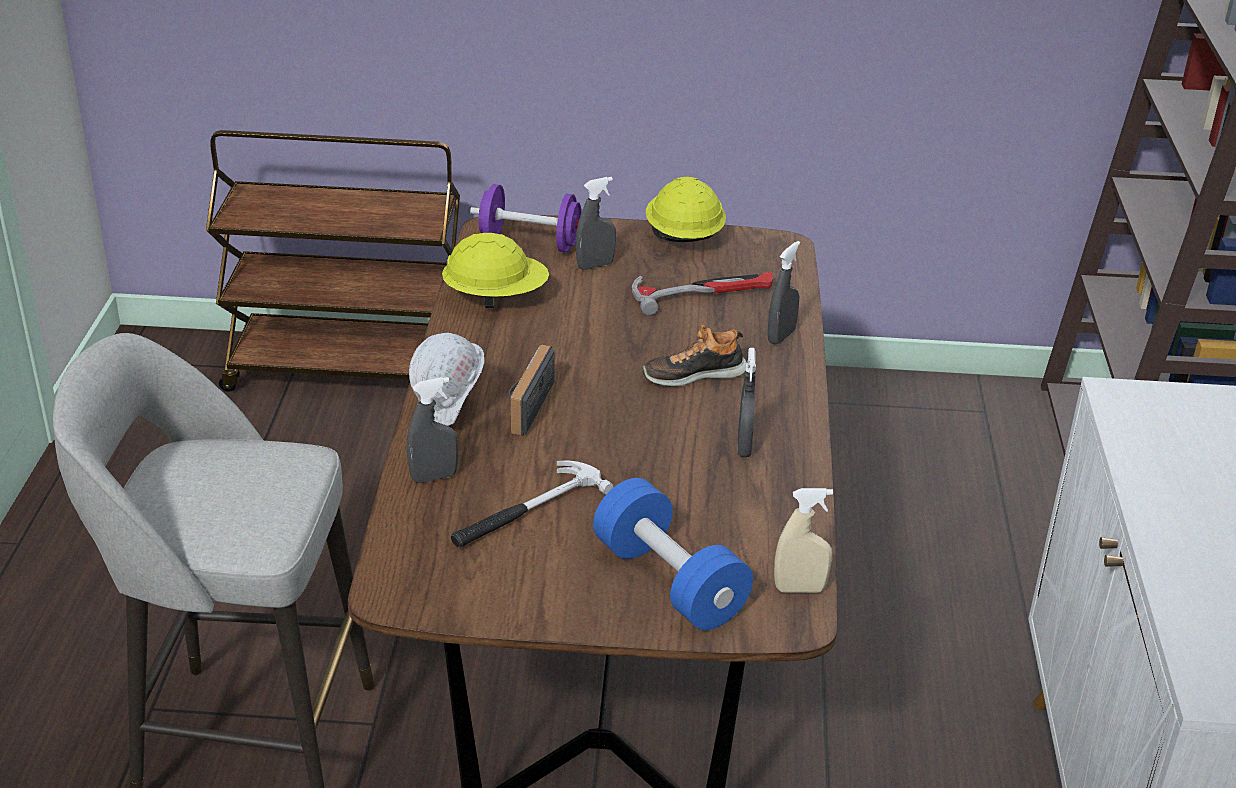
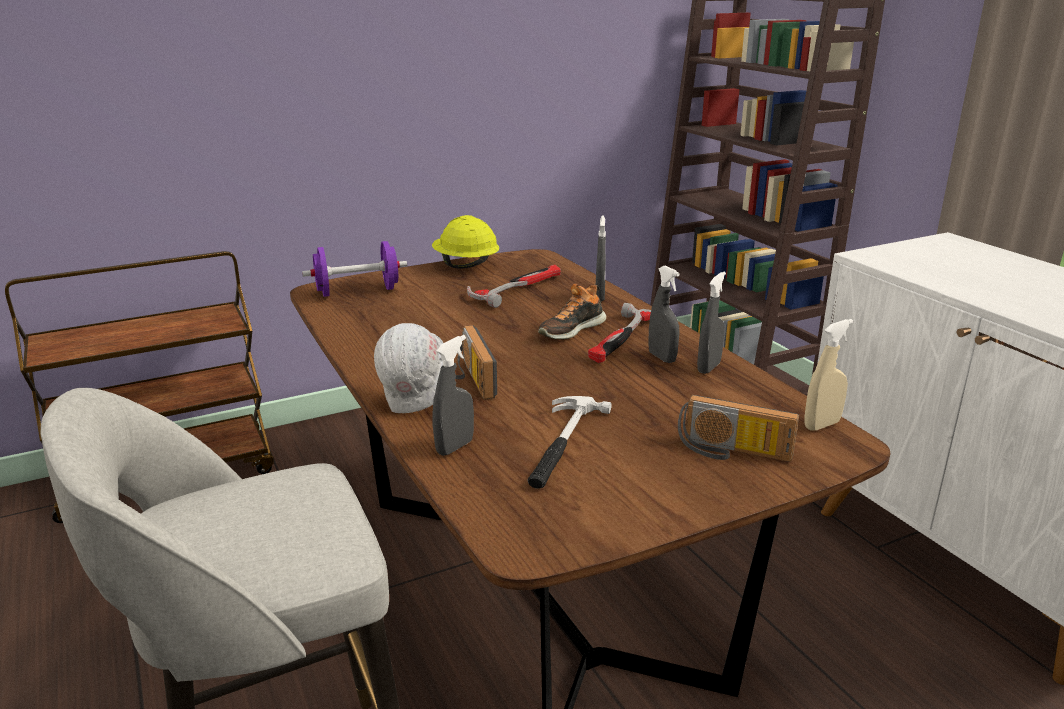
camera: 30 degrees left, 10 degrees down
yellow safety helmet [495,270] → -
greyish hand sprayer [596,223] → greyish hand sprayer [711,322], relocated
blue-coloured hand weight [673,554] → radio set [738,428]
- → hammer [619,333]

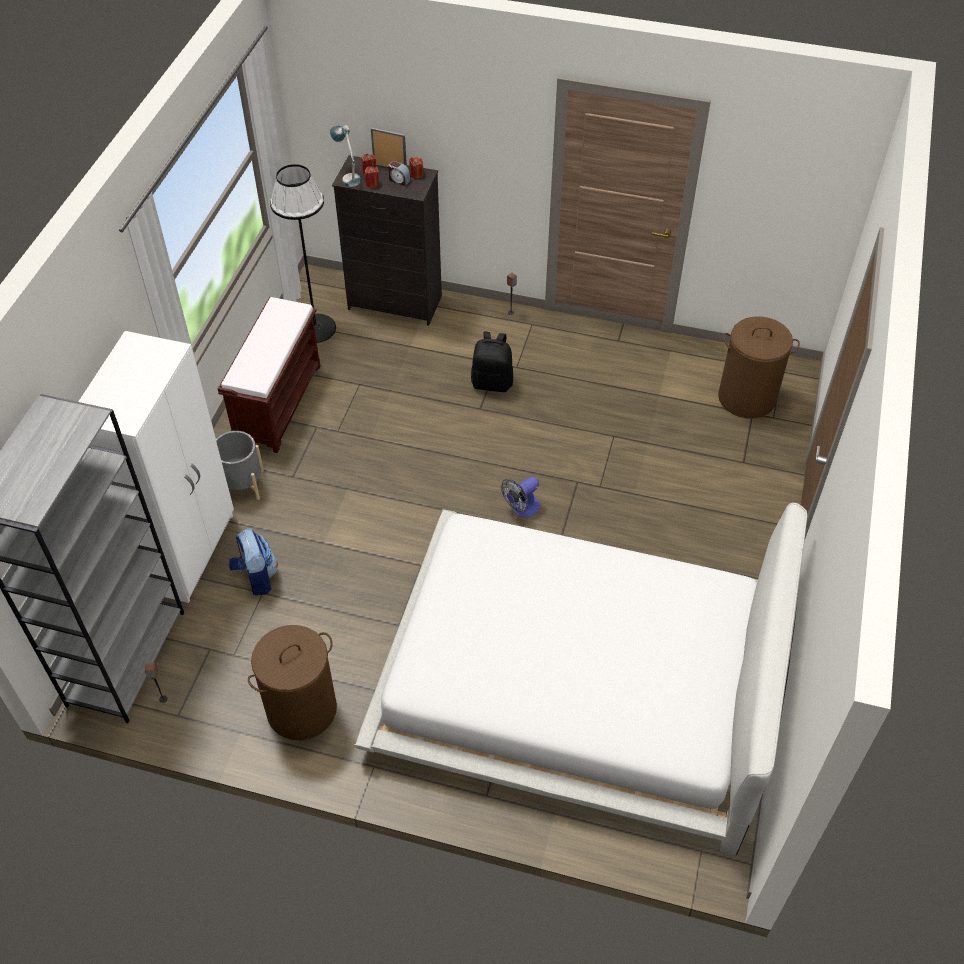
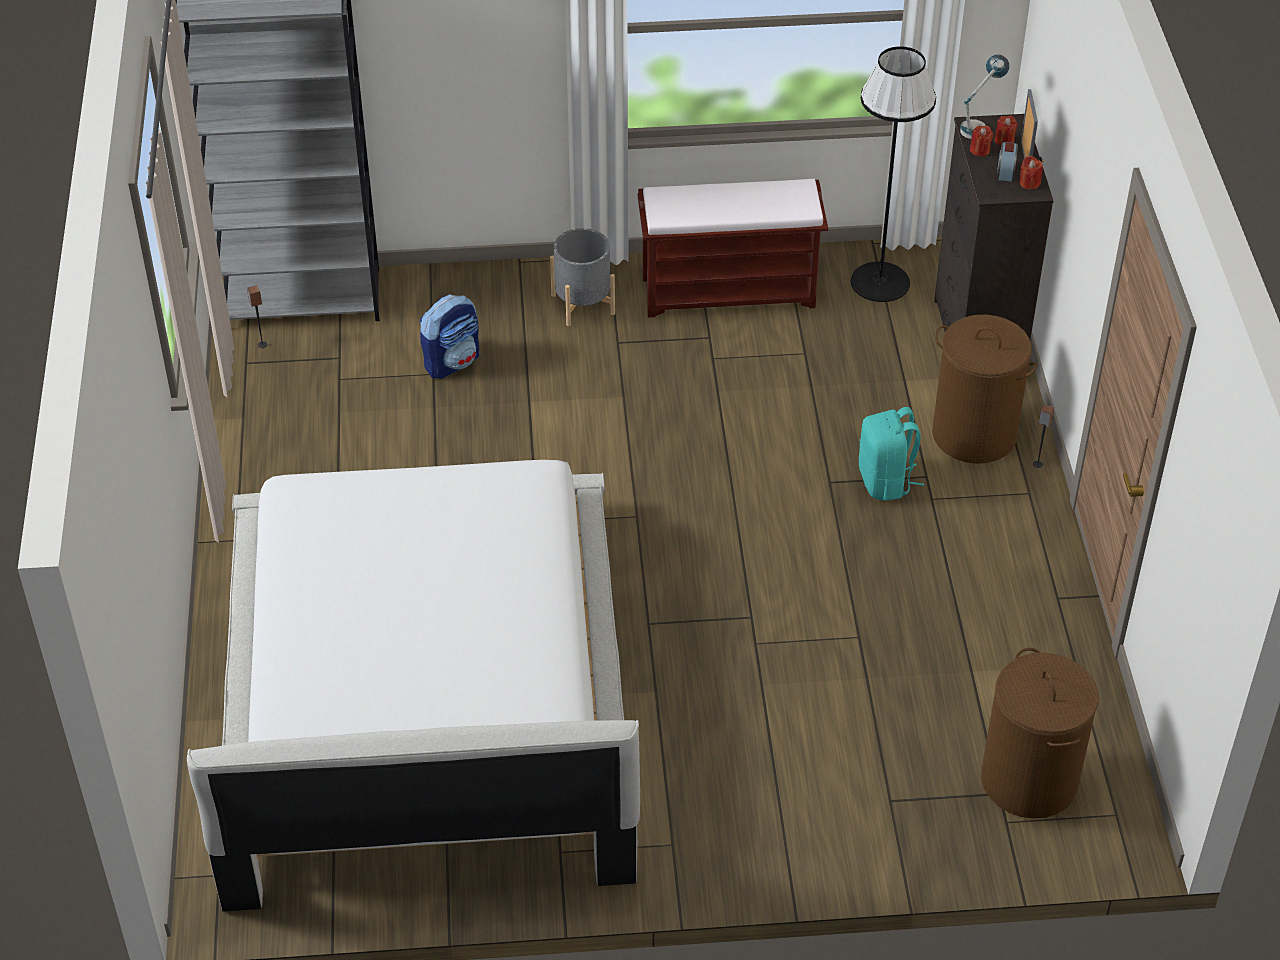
camera: 70 degrees right, 5 degrees down
white clothes cupboard [156,467] → -
brown-coloured washing basket [292,682] → brown-coloured washing basket [984,389], relocated
black knapsack [492,362] → turquoise knapsack [891,453]
electric fan [520,497] → -

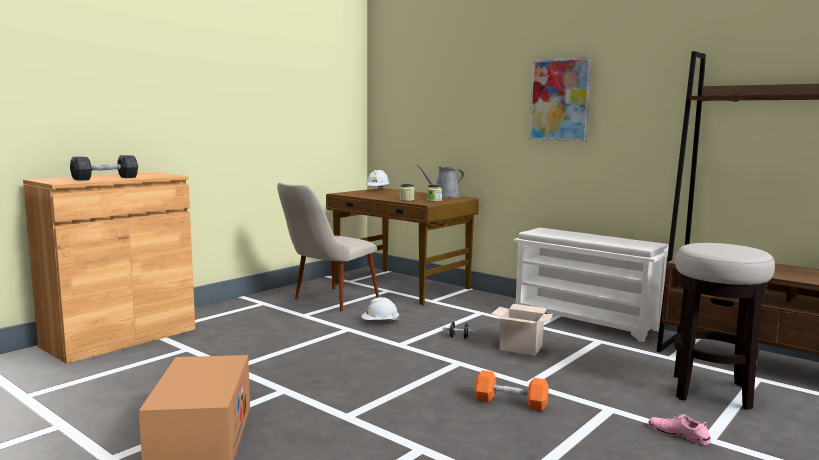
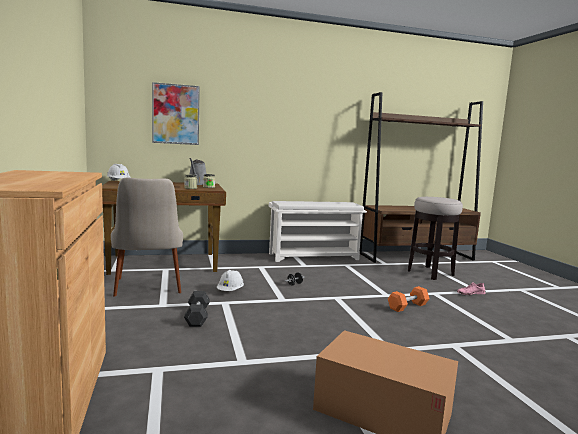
camera: 55 degrees left, 0 degrees up
greyish hand weight [104,168] → greyish hand weight [197,309], relocated
packing box [522,330] → -
picture [560,99] → picture [176,113], relocated

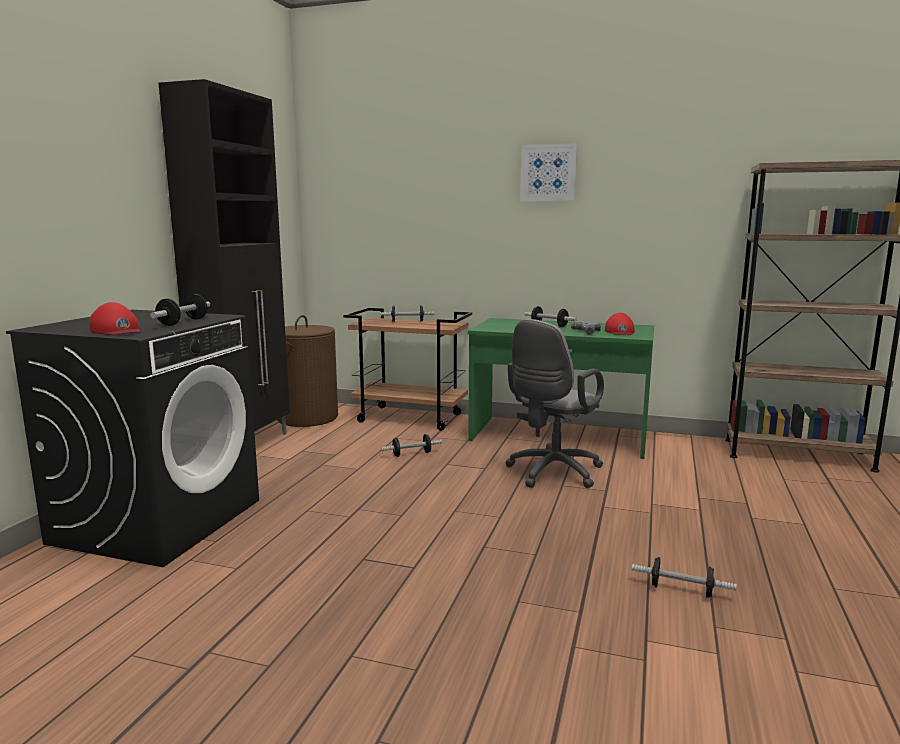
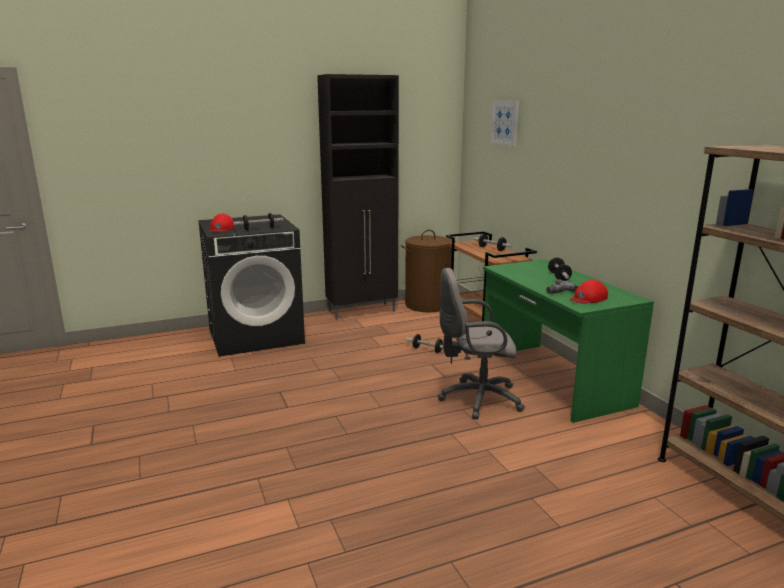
camera: 50 degrees right, 5 degrees up
picture [548,172] → picture [505,123], relocated
hand weight [684,577] → -

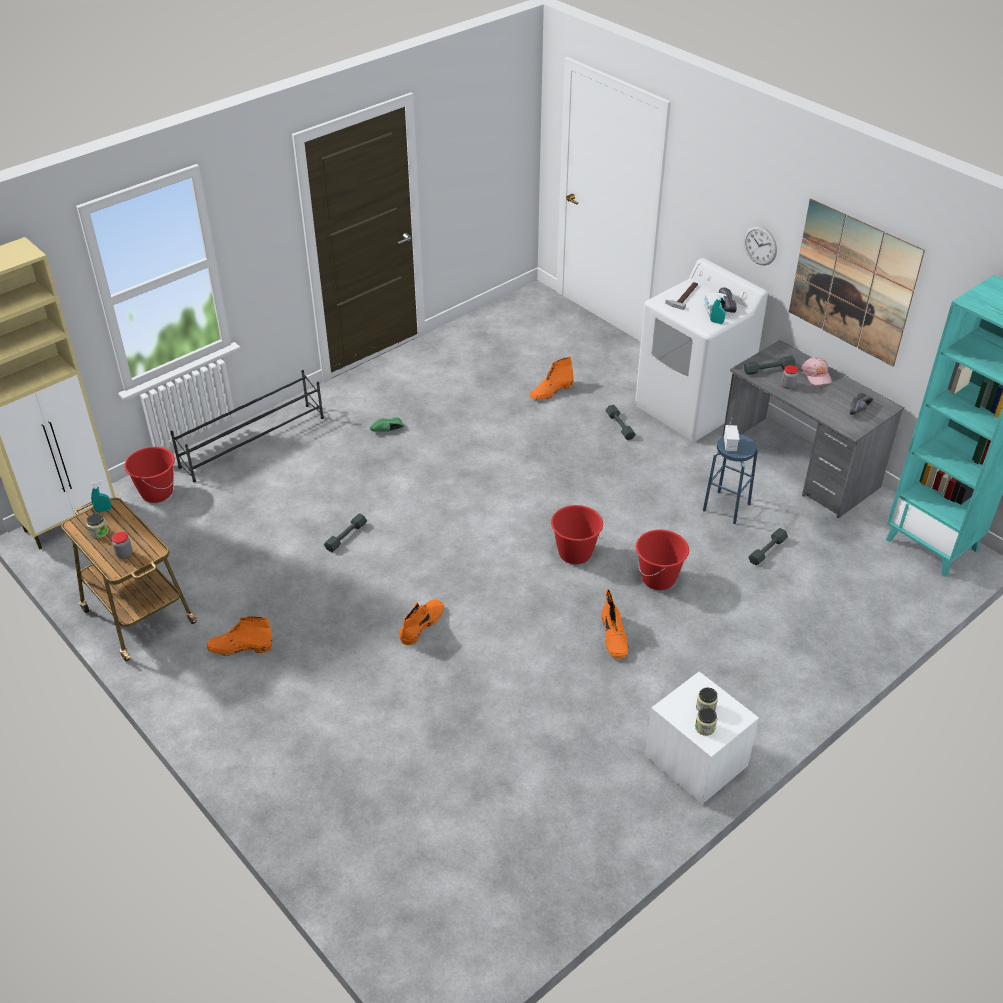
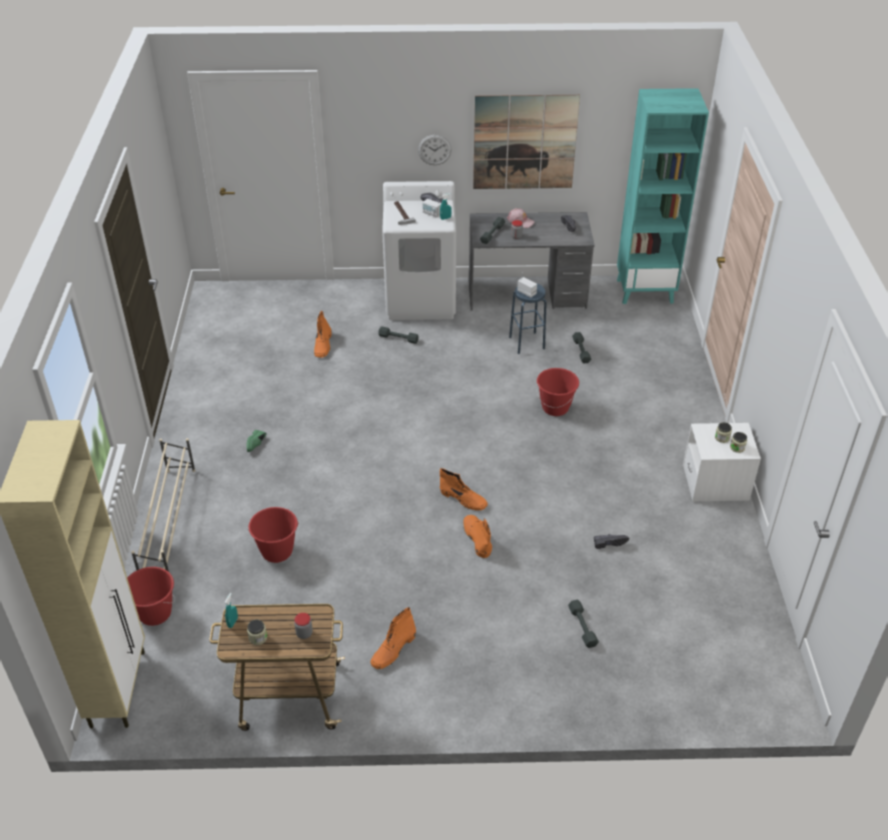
camera: 50 degrees left, 0 degrees up
black shoe stand [247,426] → beige-coloured shoe stand [163,505]
greyish hand weight [345,532] → greyish hand weight [583,624], relocated
reddish bucket [577,534] → reddish bucket [273,535], relocated
orangey high-top boot [615,624] → orangey high-top boot [464,489], relocated
- → black item of footwear [611,541]

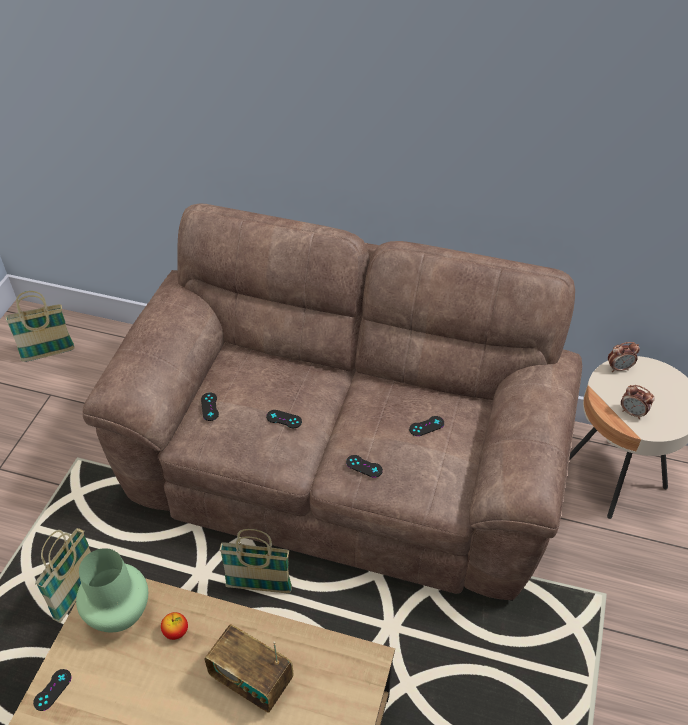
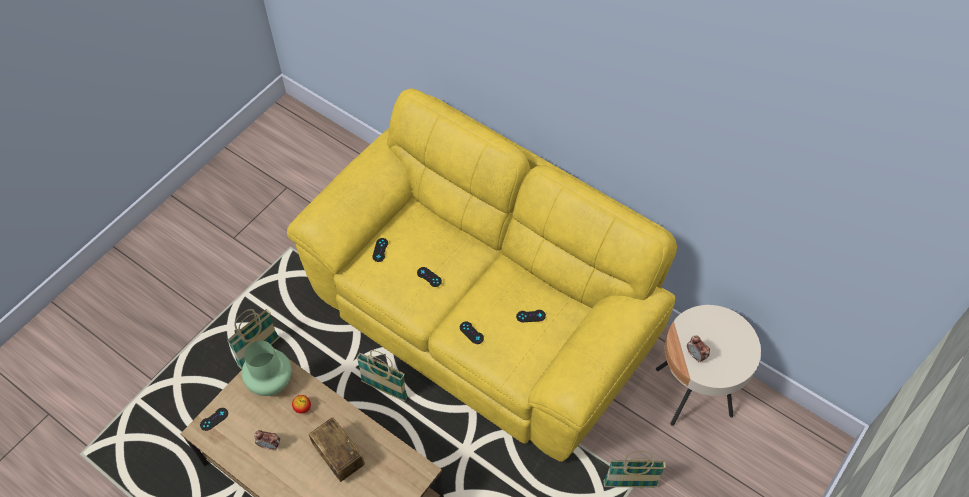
camera: 20 degrees right, 10 degrees up
storage basket [40,326] → storage basket [635,469], relocated
brown-coloured sofa [332,402] → yellow sofa [482,275]
table clock [624,357] → table clock [267,440], relocated

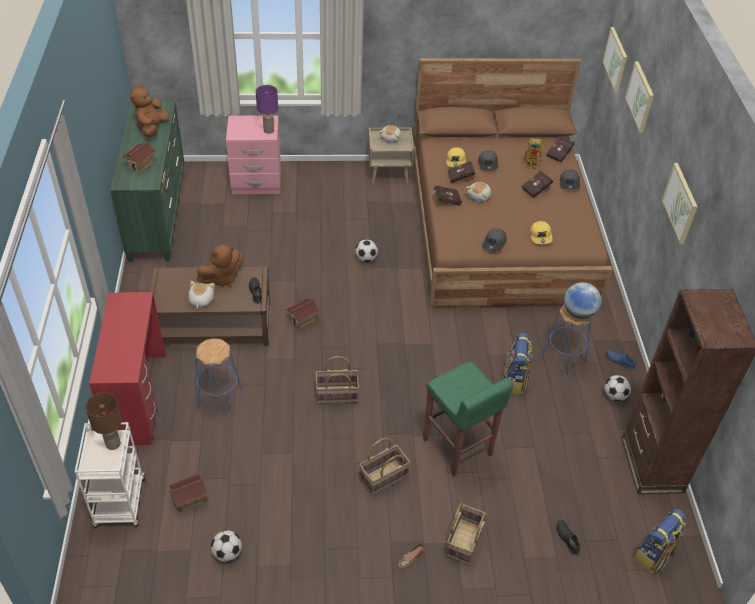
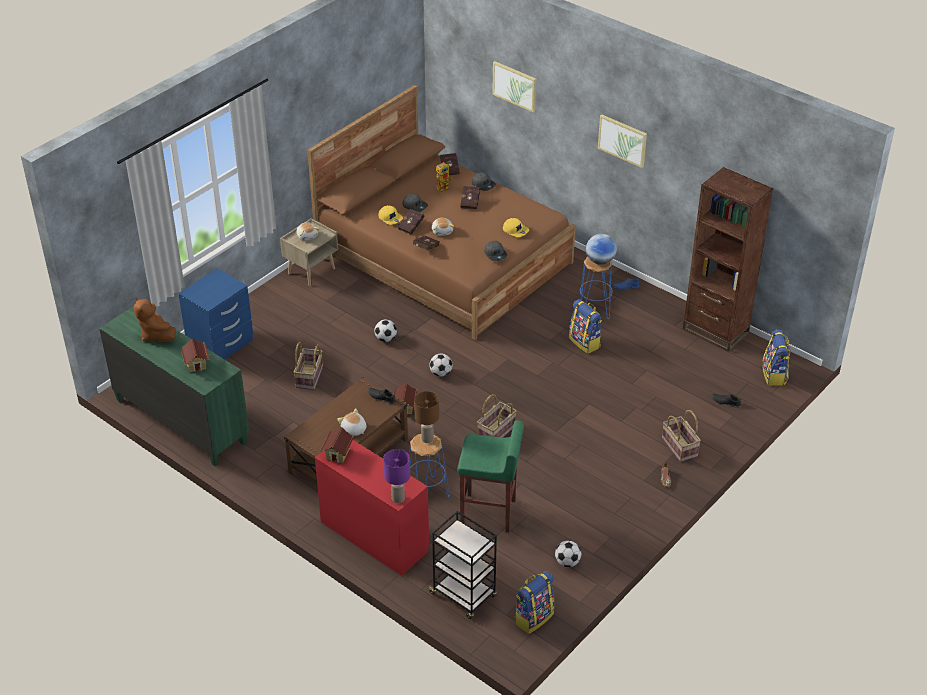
camera: 45 degrees left, 5 degrees down
white cart [110,475] → black cart [463,565]
brown-coloured lamp for a table [104,421] → brown-coloured lamp for a table [426,417], relocated
model house [188,492] → model house [337,445], relocated
brown-coloured plush toy [220,265] → -
pink bedside table [253,154] → blue-coloured bedside table [215,314]
purple lamp for a table [267,109] → purple lamp for a table [396,476], relocated
storage basket [384,467] → storage basket [308,366], relocated
green-coloured sitting stool [468,419] → green-coloured sitting stool [490,476], relocated
picture [614,59] → -
football [617,388] → football [440,365], relocated
- → knapsack [534,602]

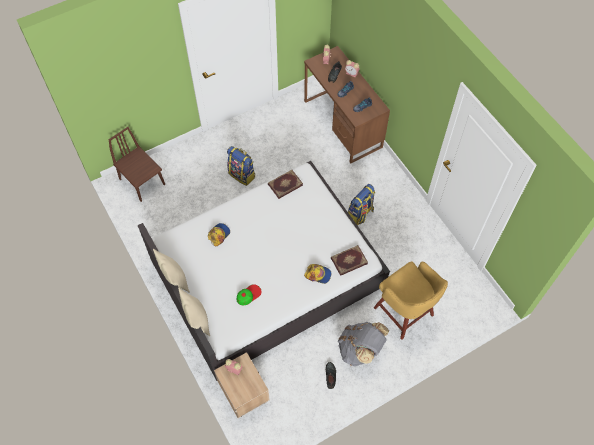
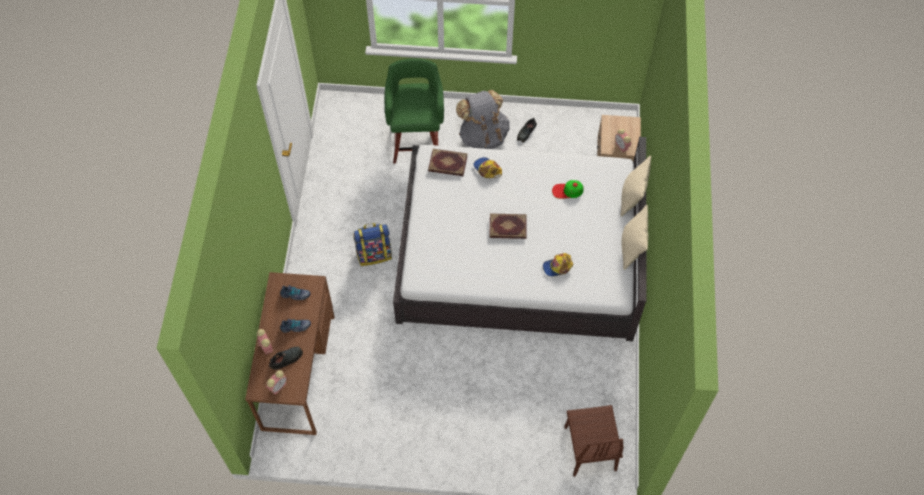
camera: 145 degrees left, 0 degrees up
knapsack [241,166] → -
volume [285,184] → volume [508,226], relocated
yellow sitting stool [411,300] → green-coloured sitting stool [414,110]

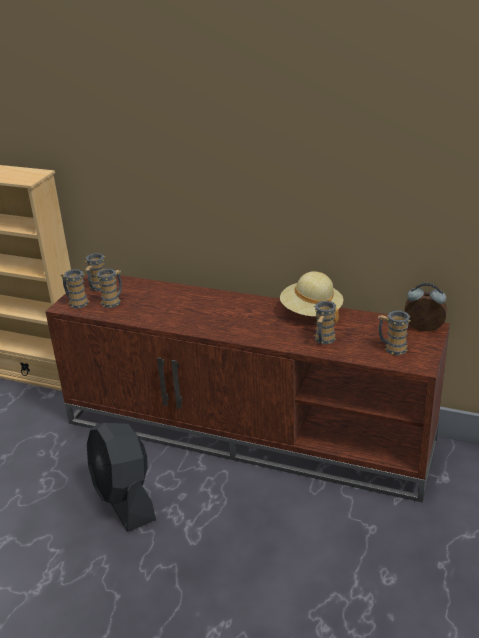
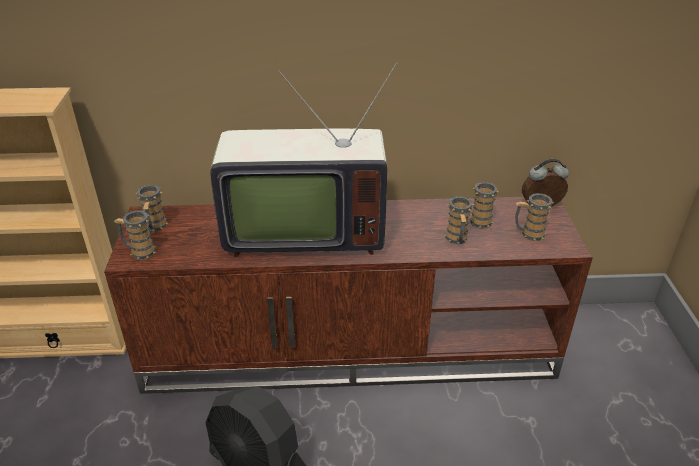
camera: 25 degrees left, 5 degrees up
coffee mug [109,288] → coffee mug [484,205], relocated
beige-coloured clothing hat [311,297] → -
- → TV set [303,159]

